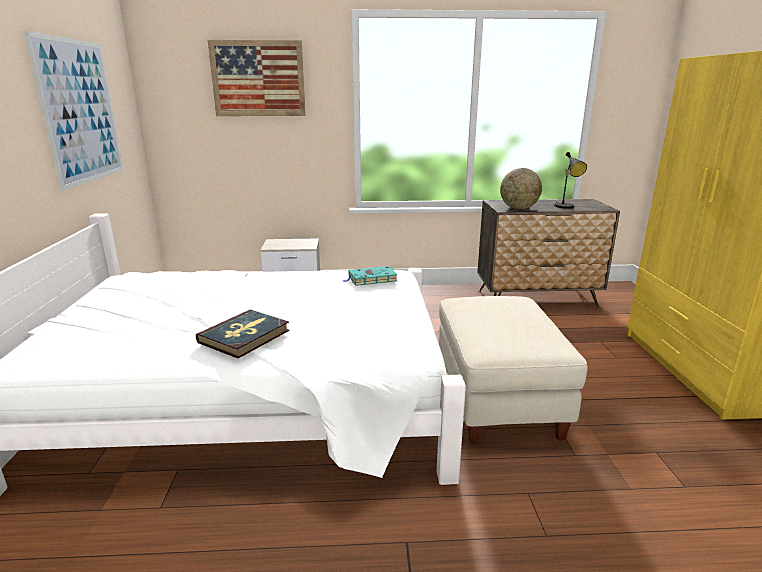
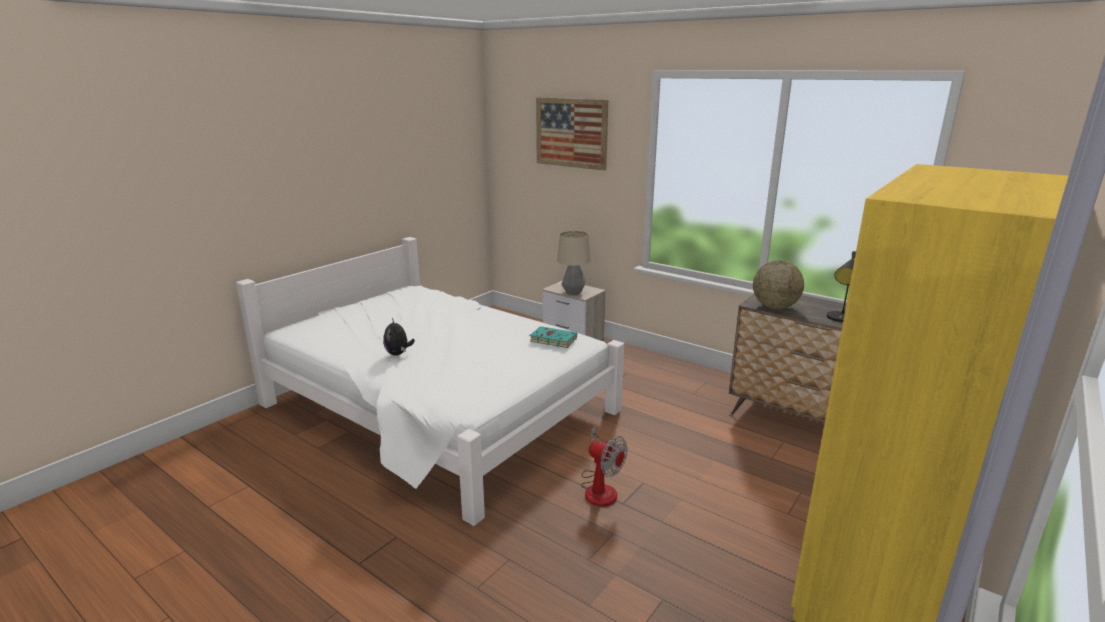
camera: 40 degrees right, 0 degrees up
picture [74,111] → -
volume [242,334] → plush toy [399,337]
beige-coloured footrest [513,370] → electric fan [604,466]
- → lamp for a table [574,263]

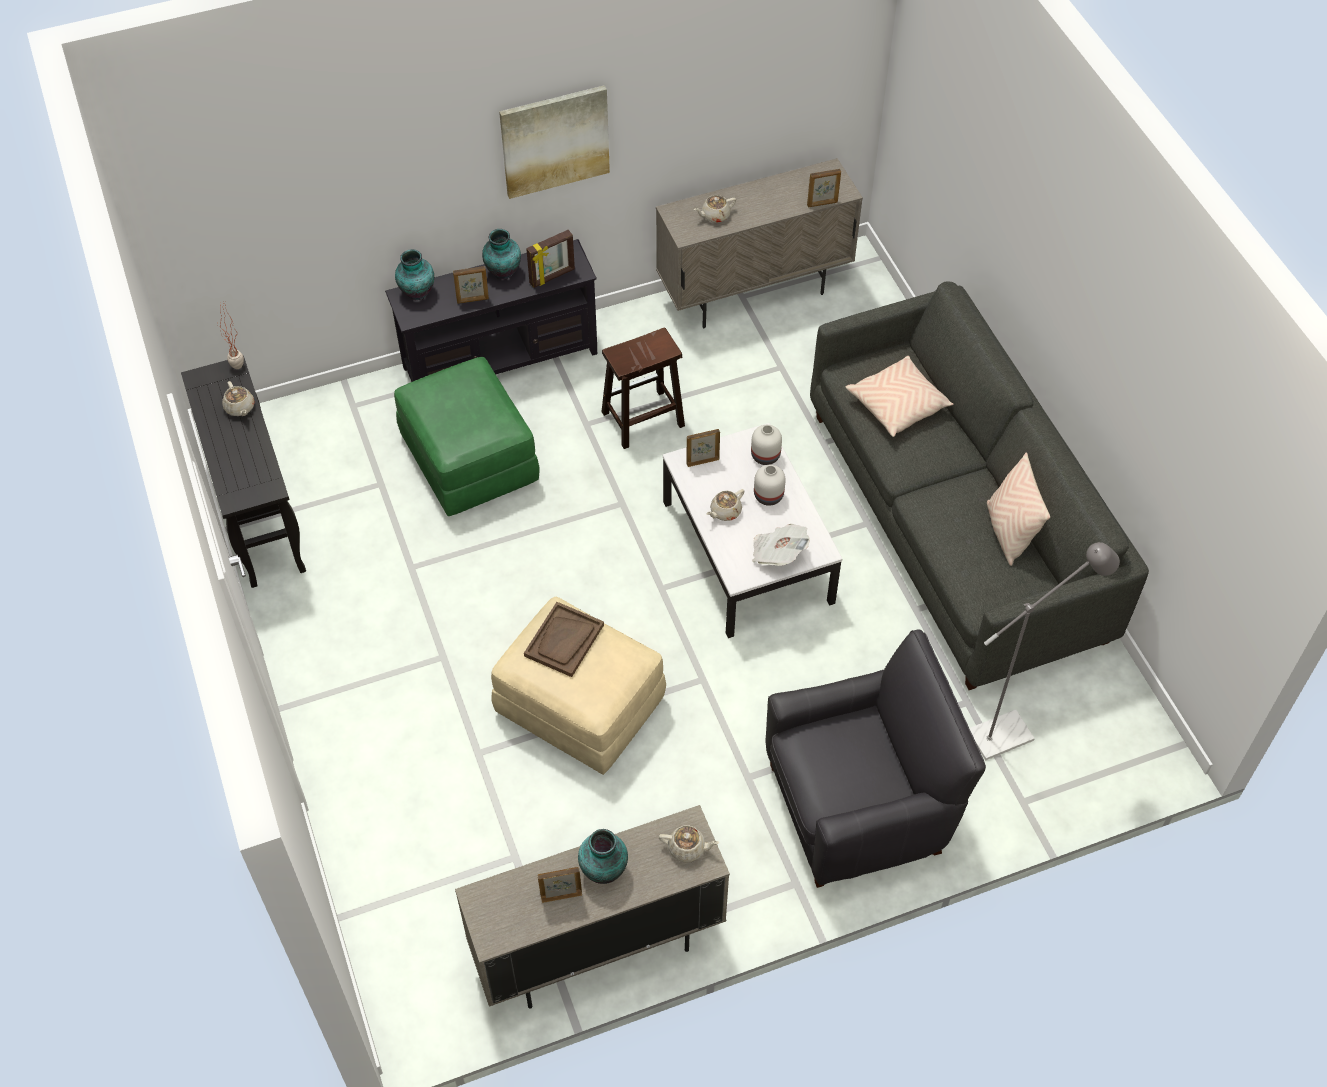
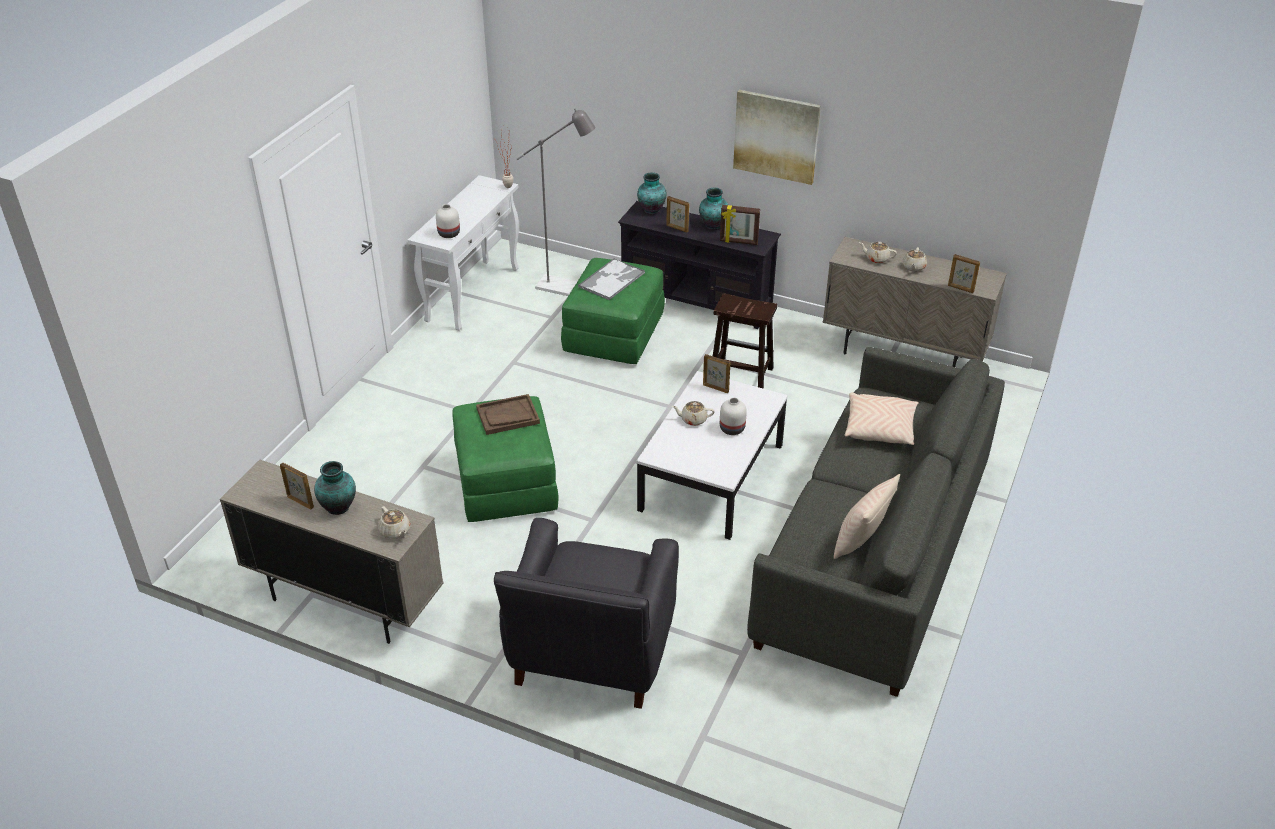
camera: 45 degrees right, 15 degrees down
black console table [243,472] → white console table [463,253]
beige-coloured teapot [238,398] → beige-coloured teapot [914,259], relocated
beige-coloured footrest [578,686] → green-coloured footrest [505,459]
white flower vase [766,445] → white flower vase [448,221], relocated
newspaper [781,545] → -
black armchair [876,759] → black armchair [586,613], 75 degrees clockwise
greyish floor lamp [1044,651] → greyish floor lamp [556,202], relocated
- → tray [611,279]

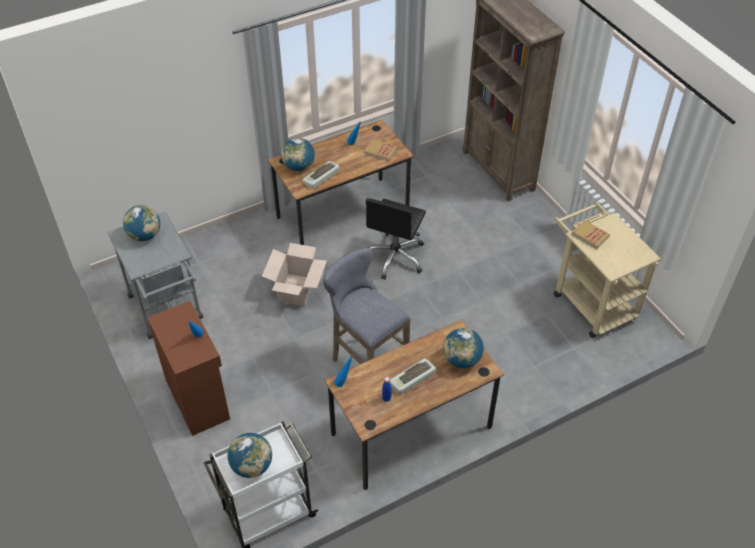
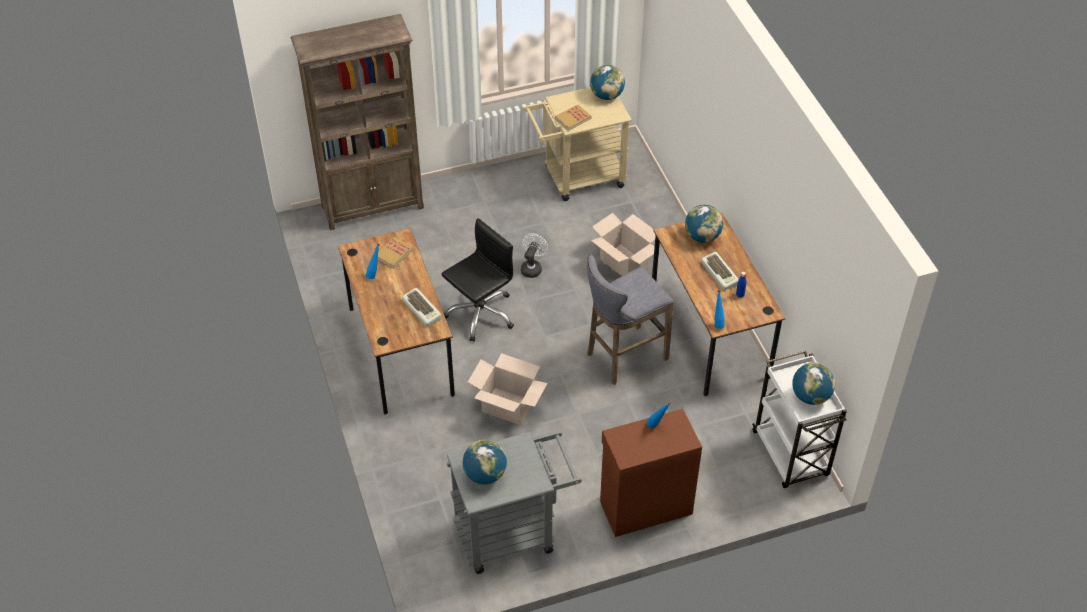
camera: 80 degrees left, 0 degrees up
world globe [298,154] → world globe [607,82], relocated
black computer chair [396,239] → black computer chair [478,280], 75 degrees counterclockwise
- → white electric fan [534,255]
- → packing box [625,244]

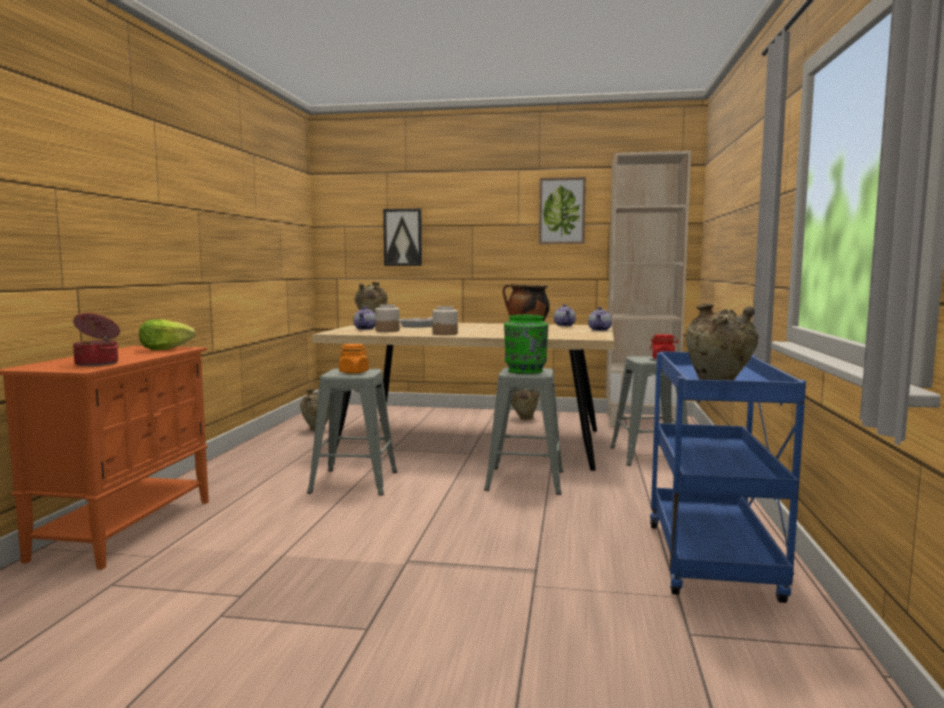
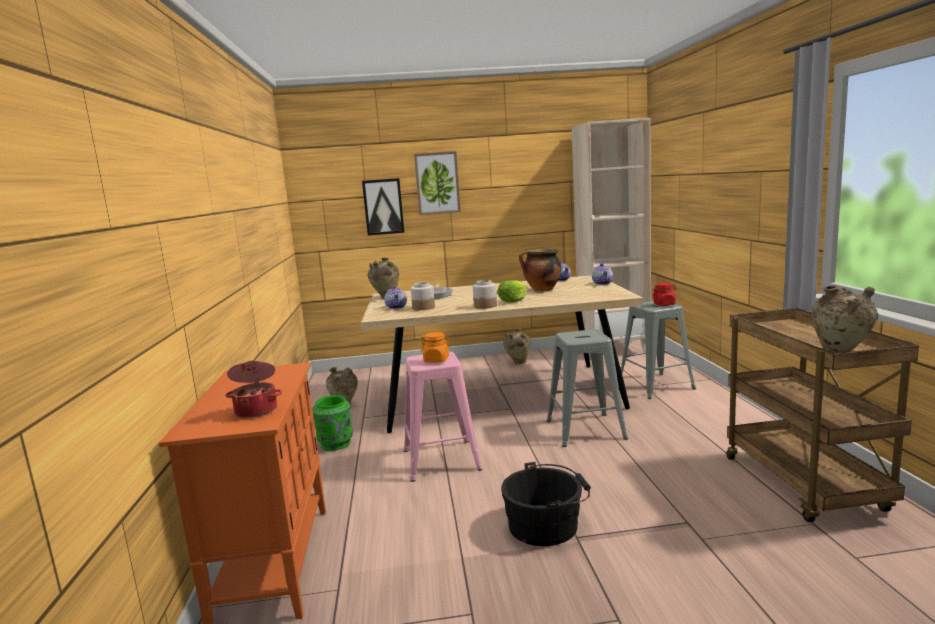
camera: 15 degrees left, 5 degrees up
lettuce head [167,334] → lettuce head [513,291], relocated
greyish sitting stool [352,432] → pink sitting stool [443,417]
green-coloured flower vase [526,344] → green-coloured flower vase [332,423], relocated
picture [562,210] → picture [437,183], relocated
blue-coloured cart [728,477] → brown-coloured cart [822,415]
- → black bucket [546,504]

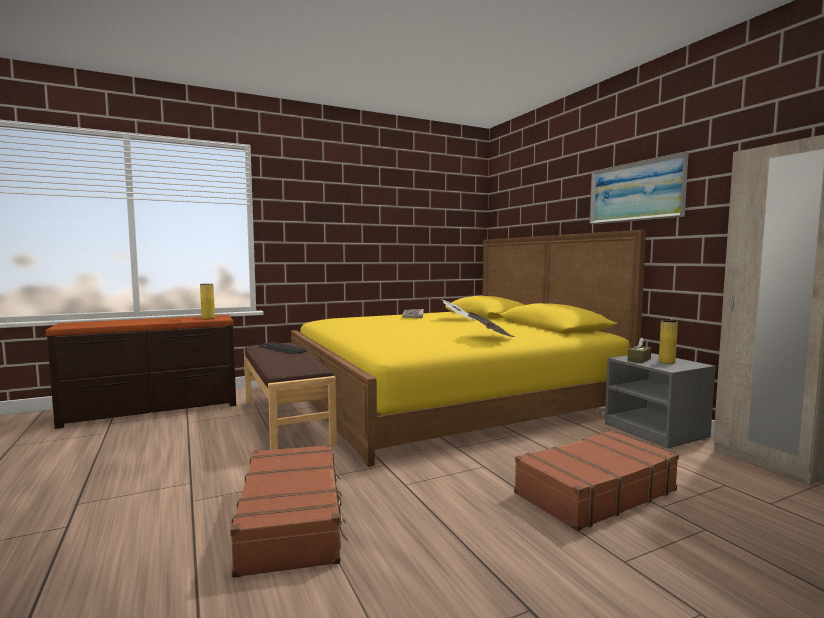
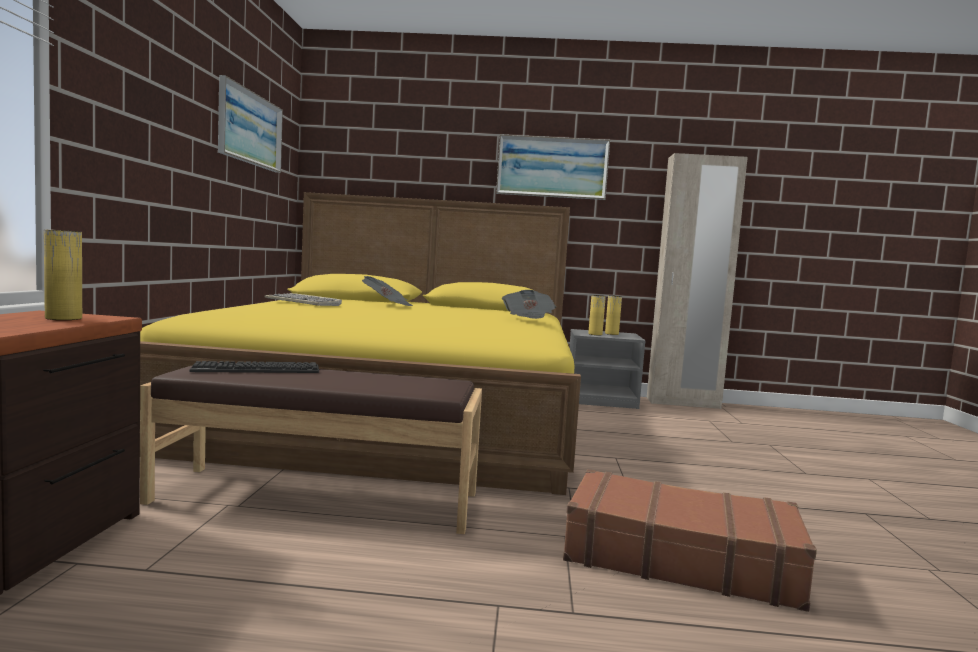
camera: 60 degrees left, 0 degrees up
brown-coloured travel case [596,480] → -
brown-coloured tissue box [639,350] → yellow flower vase [597,315]
- → picture [250,124]

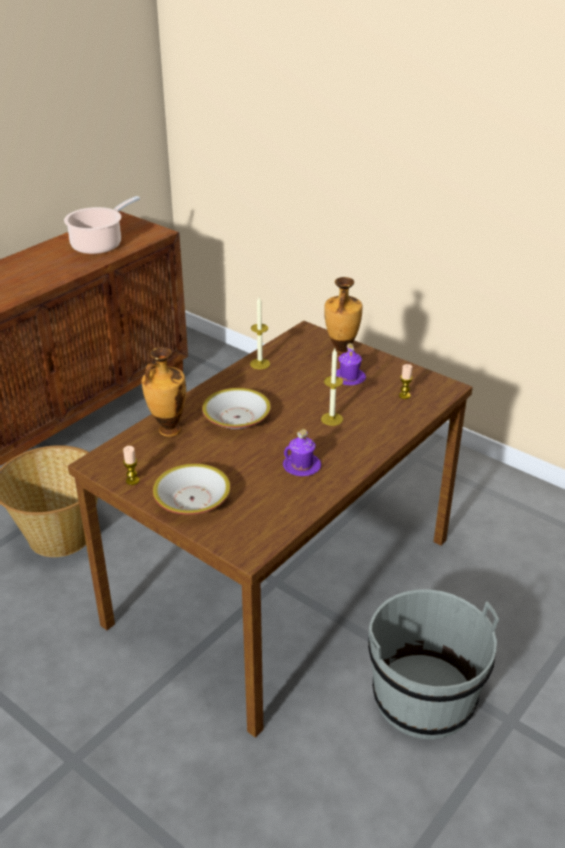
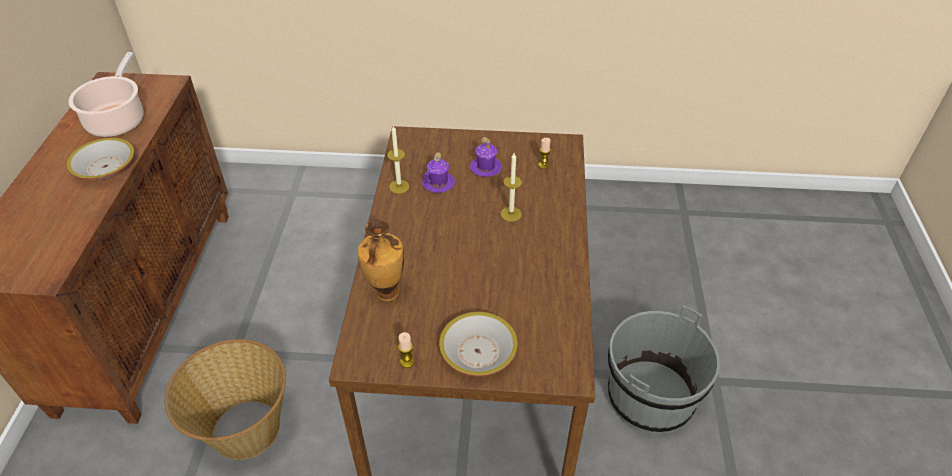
camera: 35 degrees left, 10 degrees up
deep dish [236,408] → deep dish [100,159], relocated
purple coffee mug [302,452] → purple coffee mug [438,172], relocated
flower vase [343,317] → -

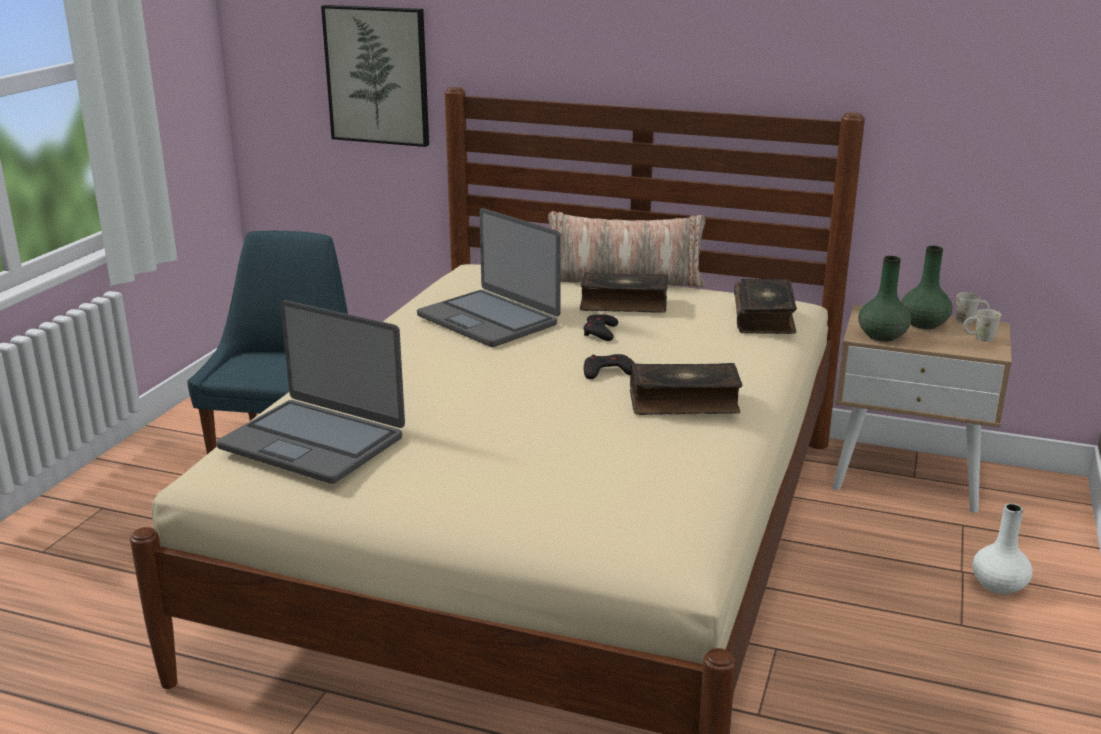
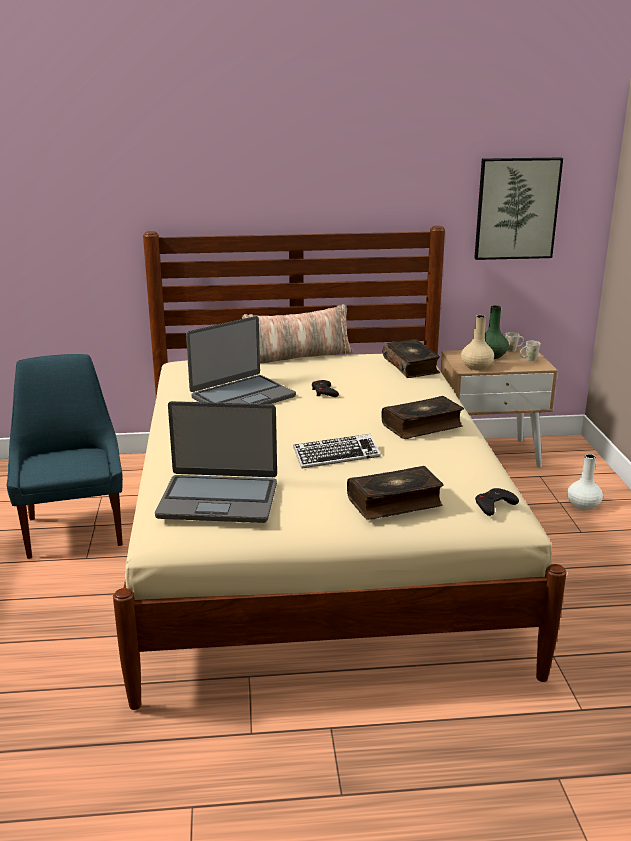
camera: 25 degrees left, 0 degrees up
picture [375,76] → picture [518,209], relocated
portable computer [489,277] → portable computer [241,360], 60 degrees counterclockwise
volume [624,292] → volume [395,493], relocated
black joypad [609,366] → black joypad [497,502], relocated
green-coloured flower vase [884,299] → beige-coloured flower vase [477,342]
- → keyboard [336,451]

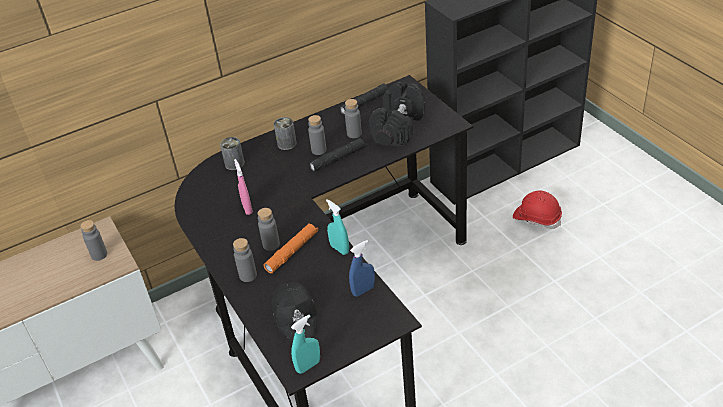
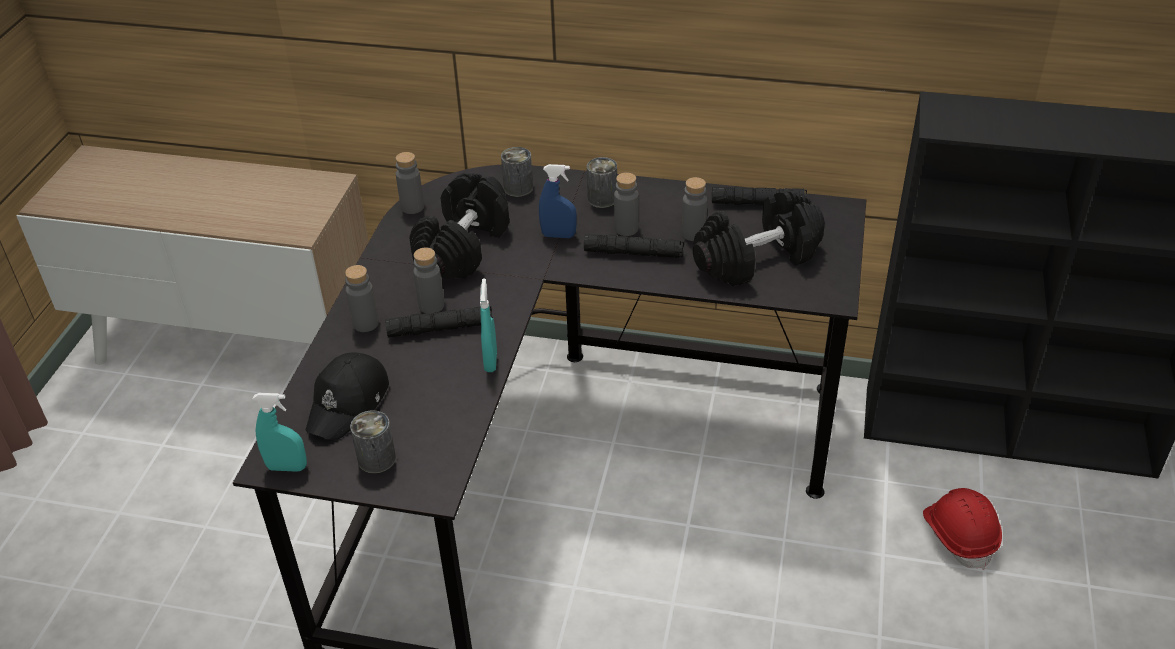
camera: 40 degrees right, 0 degrees up
greyish drink bottle [93,240] → greyish drink bottle [410,183], relocated
pink hand sprayer [243,187] → black hand weight [459,226]
orangey torch [291,248] → black torch [439,321]
blue-coloured hand sprayer [362,268] → blue-coloured hand sprayer [558,201], relocated
- → can [373,442]

